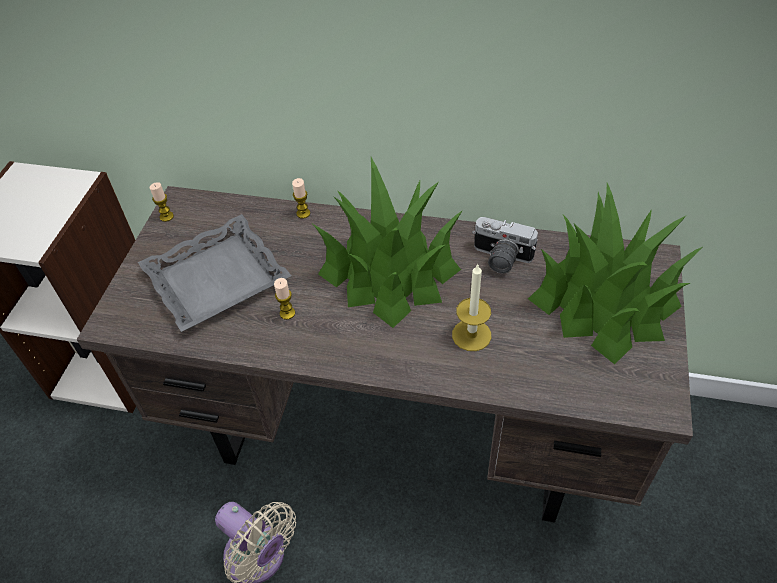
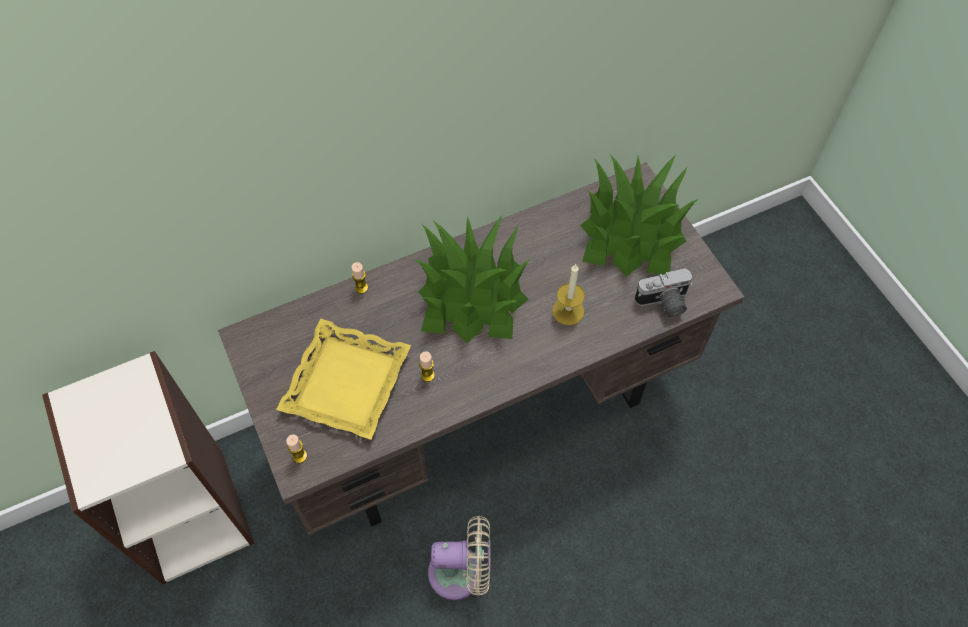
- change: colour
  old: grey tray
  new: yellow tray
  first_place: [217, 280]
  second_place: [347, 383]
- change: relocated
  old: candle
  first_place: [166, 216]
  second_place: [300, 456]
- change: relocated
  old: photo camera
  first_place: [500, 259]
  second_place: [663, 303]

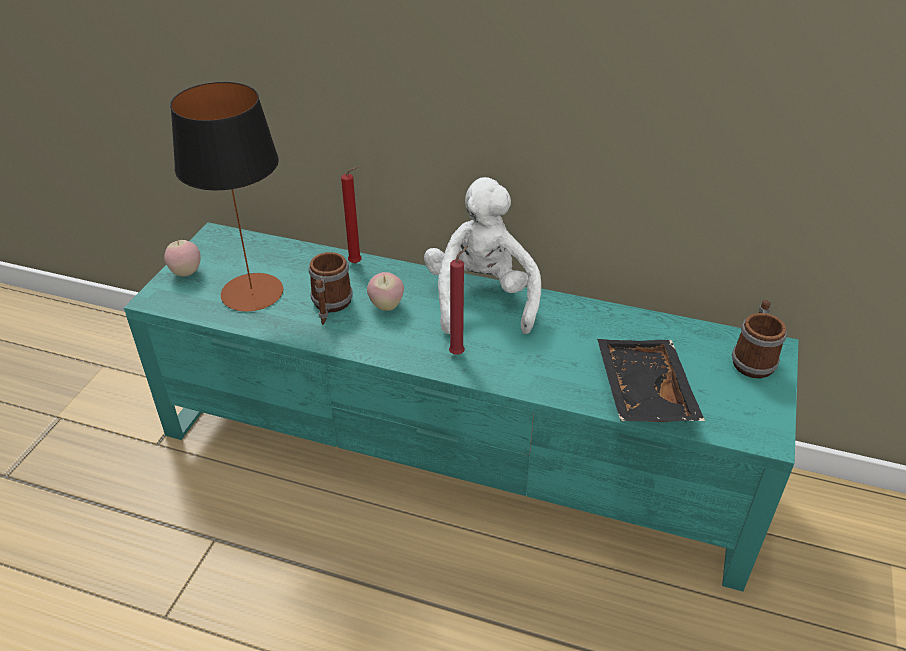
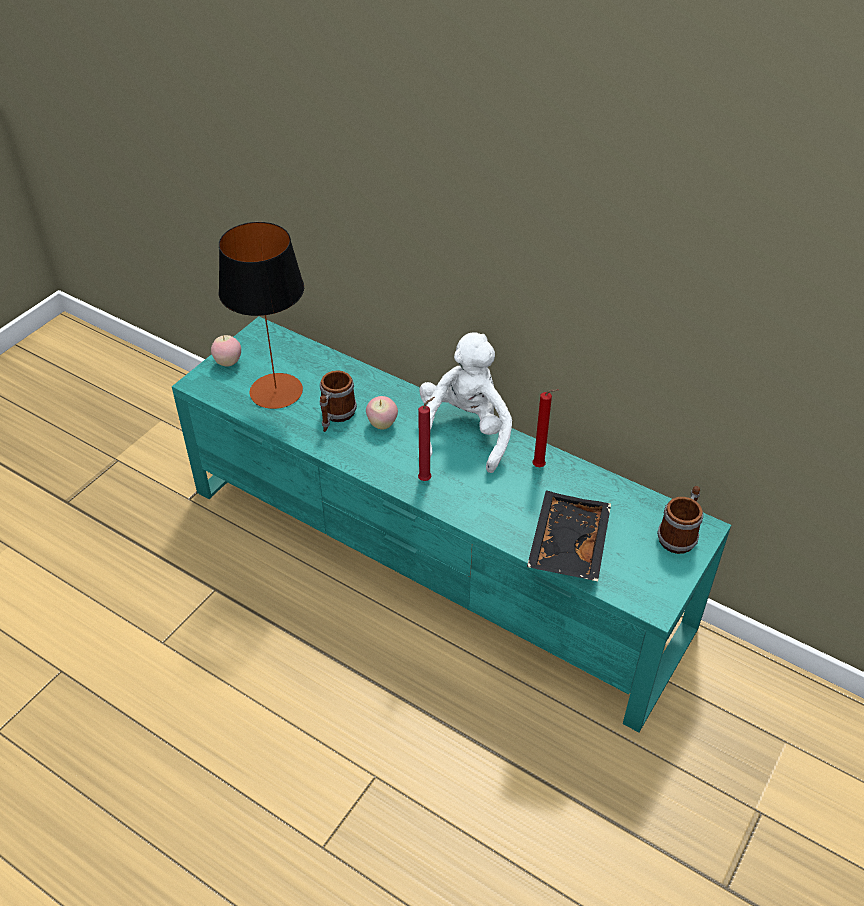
- change: relocated
  old: red candle
  first_place: [357, 263]
  second_place: [540, 467]

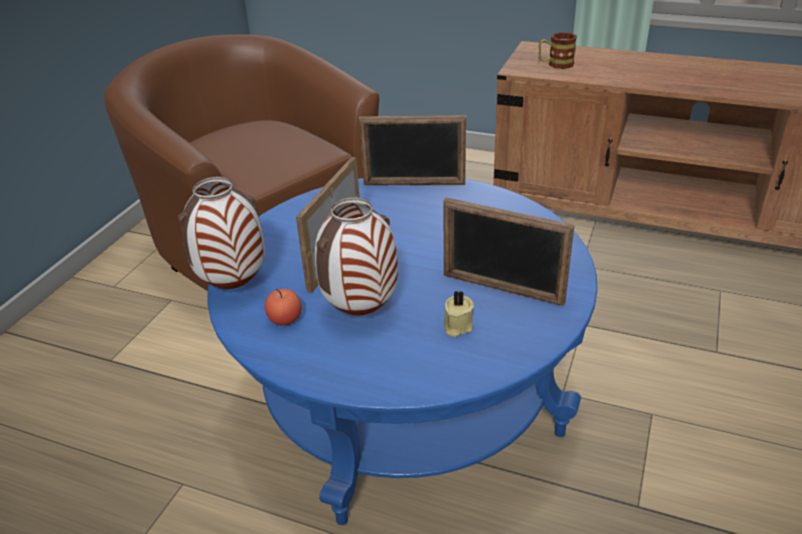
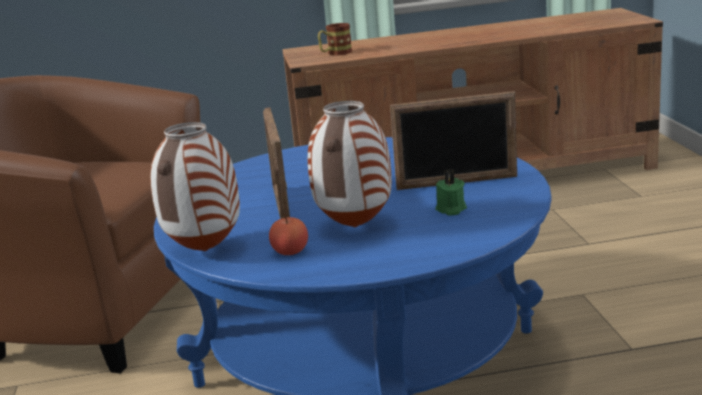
- change: colour
  old: beige candle
  new: green candle
  first_place: [457, 326]
  second_place: [450, 209]
- change: missing
  old: picture frame
  first_place: [414, 184]

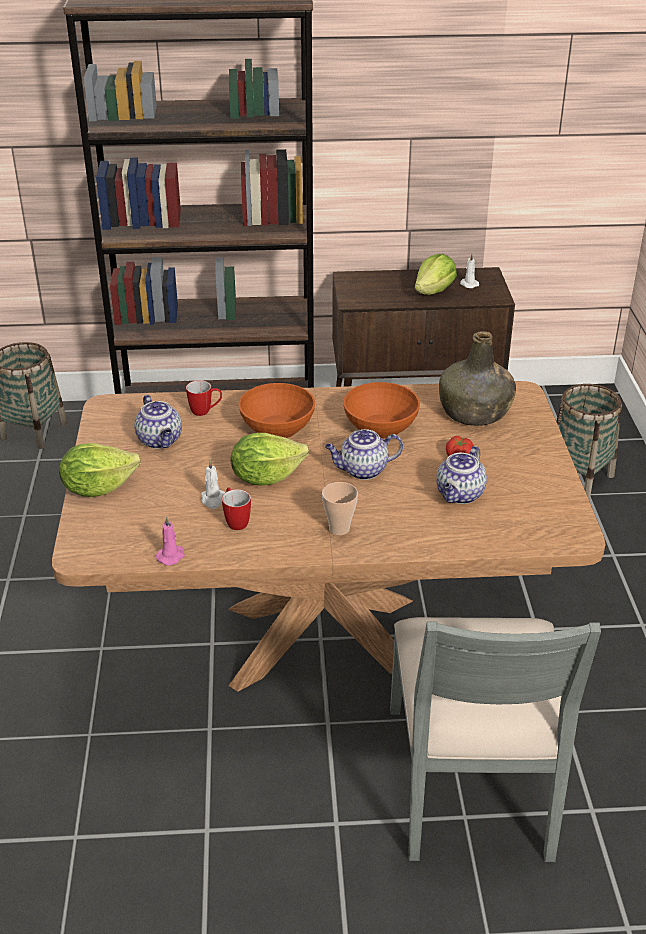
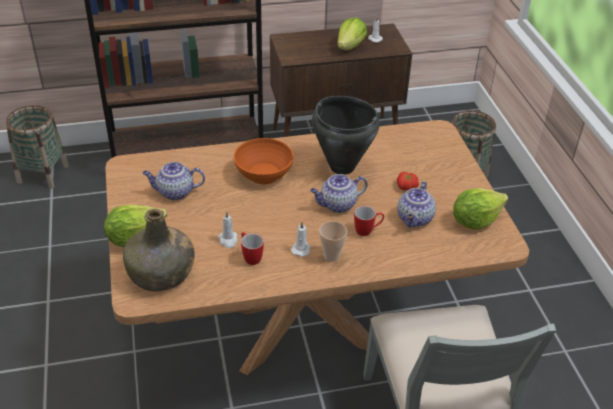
- change: relocated
  old: green bottle
  first_place: [475, 412]
  second_place: [161, 274]
- change: spun
  old: teapot
  first_place: [160, 440]
  second_place: [174, 192]
  degrees: 120
- change: appeared
  new: white candle
  second_place: [301, 249]
- change: exchanged
  old: orange bowl
  new: black cooking pot
  first_place: [380, 426]
  second_place: [342, 166]
- change: relocated
  old: mug
  first_place: [205, 411]
  second_place: [367, 231]
- change: relocated
  old: lettuce
  first_place: [266, 477]
  second_place: [475, 221]
- change: missing
  old: pink candle
  first_place: [171, 556]

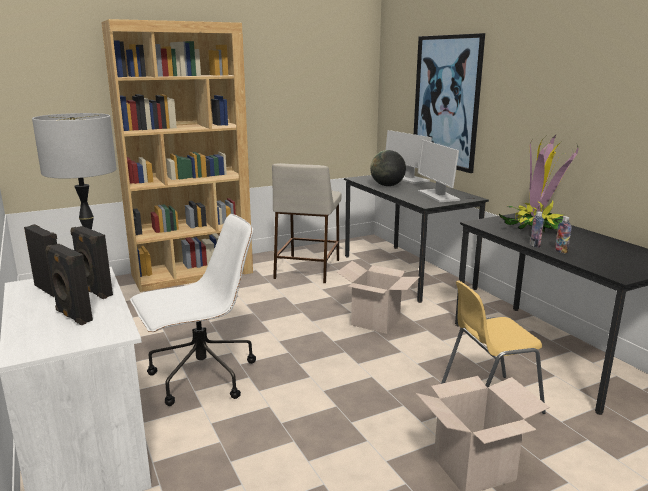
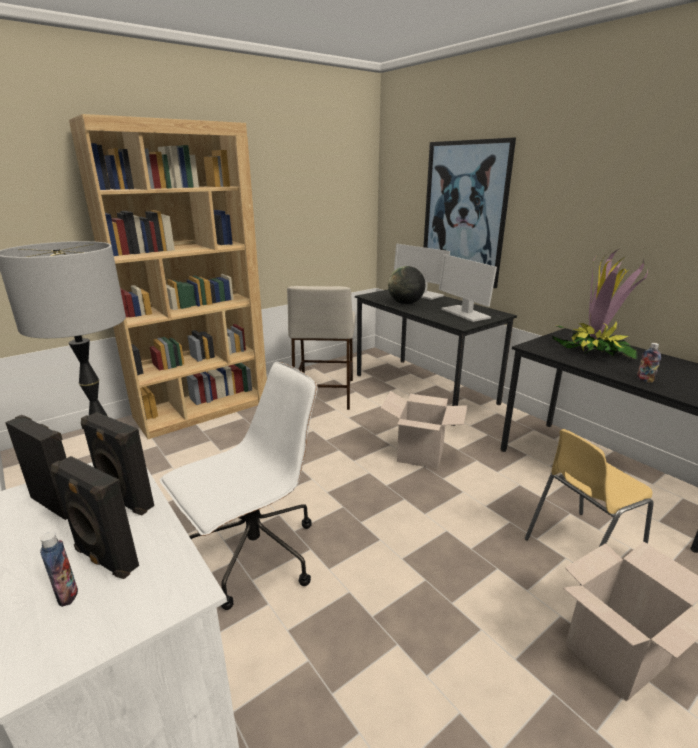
- change: relocated
  old: bottle
  first_place: [535, 245]
  second_place: [67, 595]

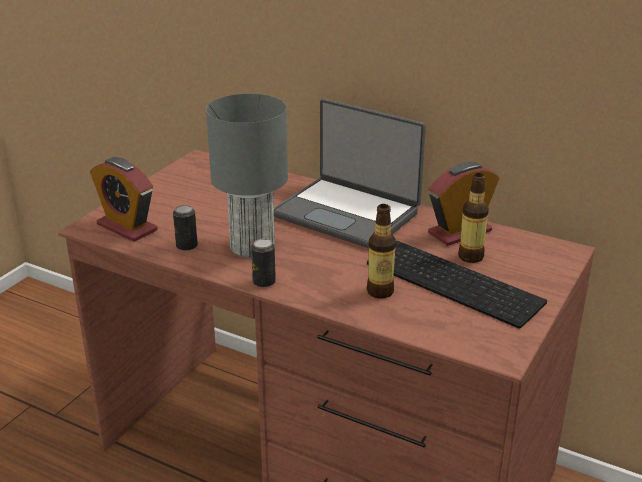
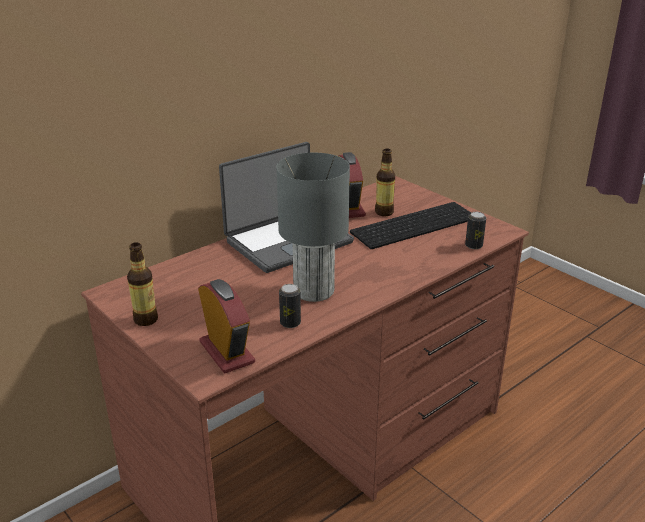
- change: relocated
  old: bottle
  first_place: [380, 292]
  second_place: [146, 319]
- change: spun
  old: alarm clock
  first_place: [127, 227]
  second_place: [227, 352]
  degrees: -90
- change: relocated
  old: can
  first_place: [264, 282]
  second_place: [473, 245]

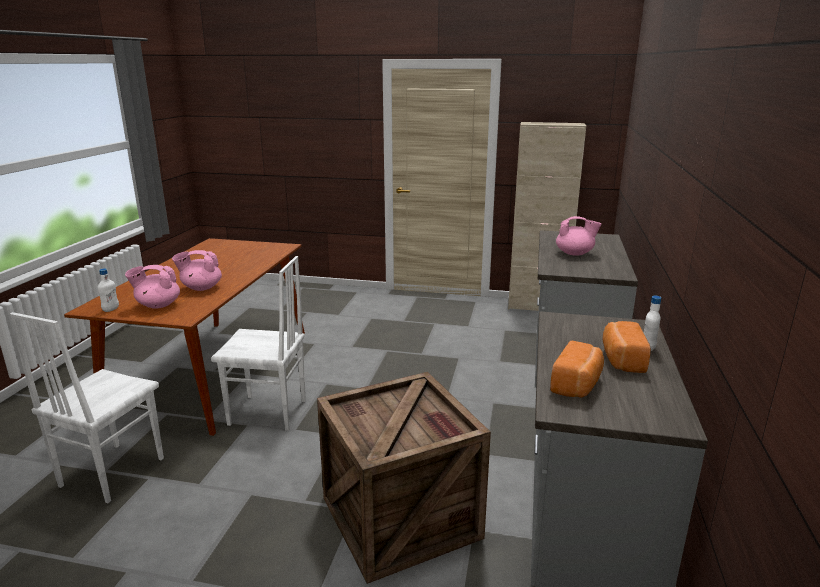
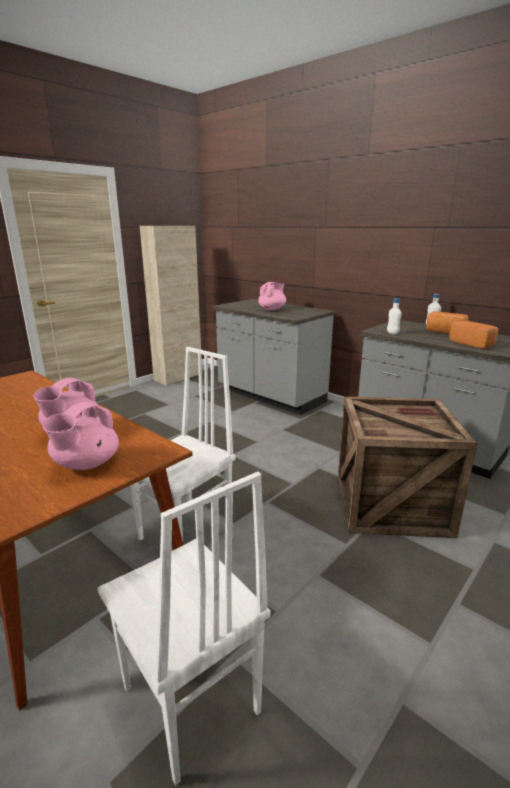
- change: relocated
  old: white bottle
  first_place: [111, 309]
  second_place: [392, 333]

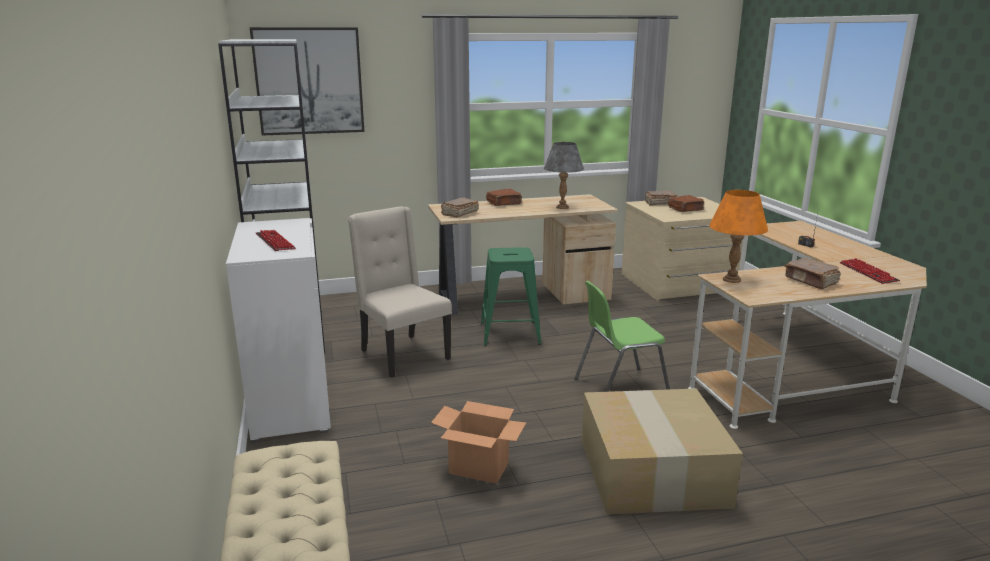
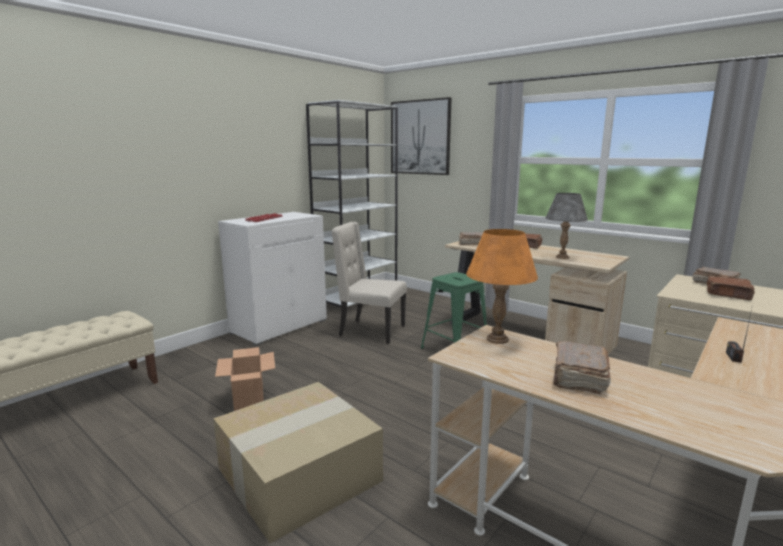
- change: spun
  old: beige chair
  first_place: [402, 355]
  second_place: [370, 331]
  degrees: -90
- change: missing
  old: green chair
  first_place: [619, 387]
- change: missing
  old: keyboard
  first_place: [868, 272]

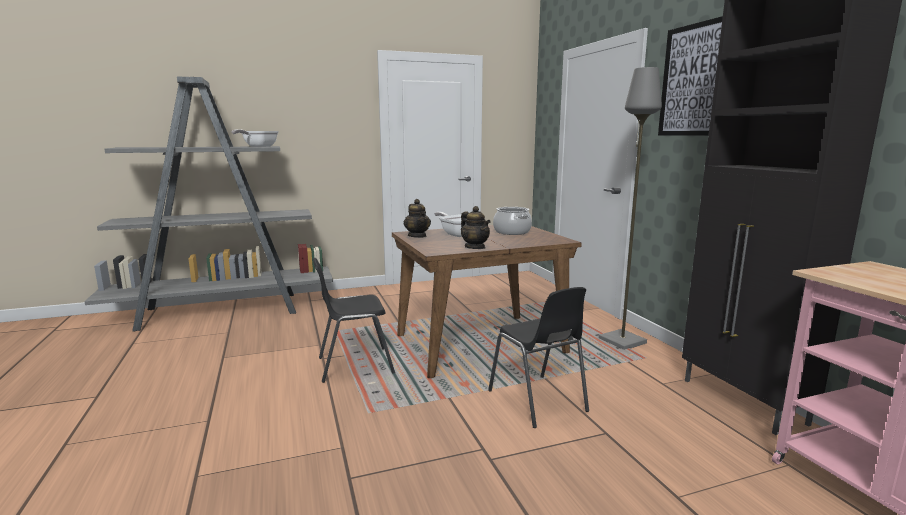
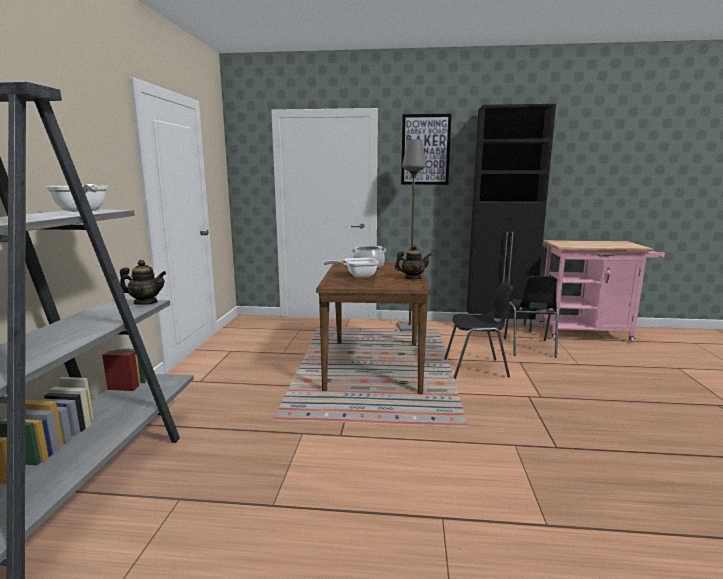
- change: relocated
  old: teapot
  first_place: [417, 236]
  second_place: [146, 303]
- change: relocated
  old: black chair
  first_place: [354, 365]
  second_place: [529, 348]

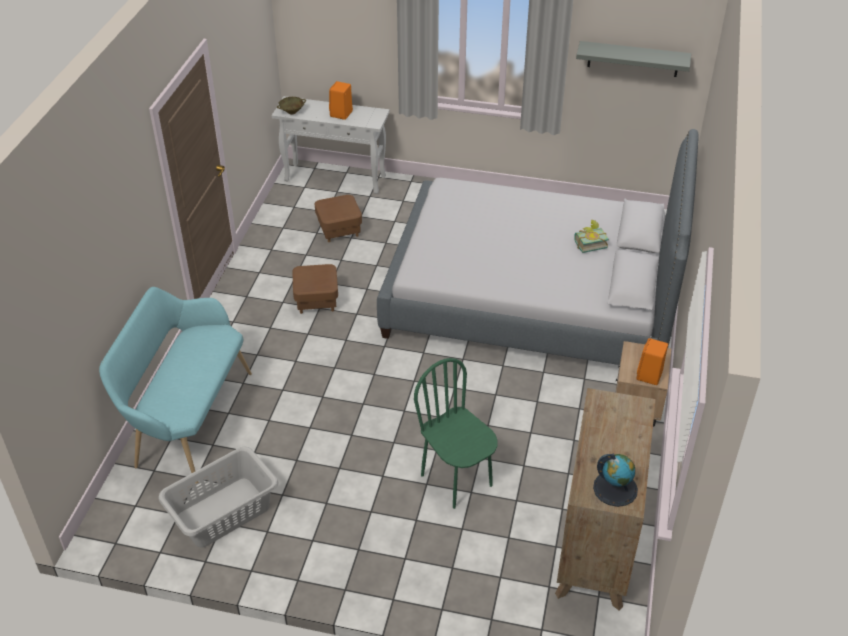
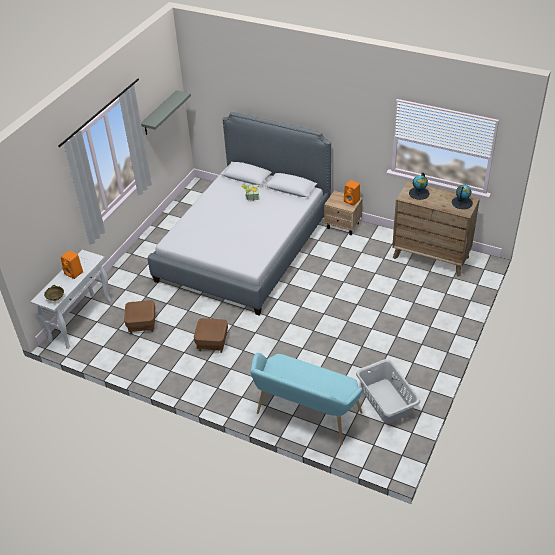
- change: appeared
  new: globe
  second_place: [419, 193]
- change: missing
  old: green chair
  first_place: [457, 480]

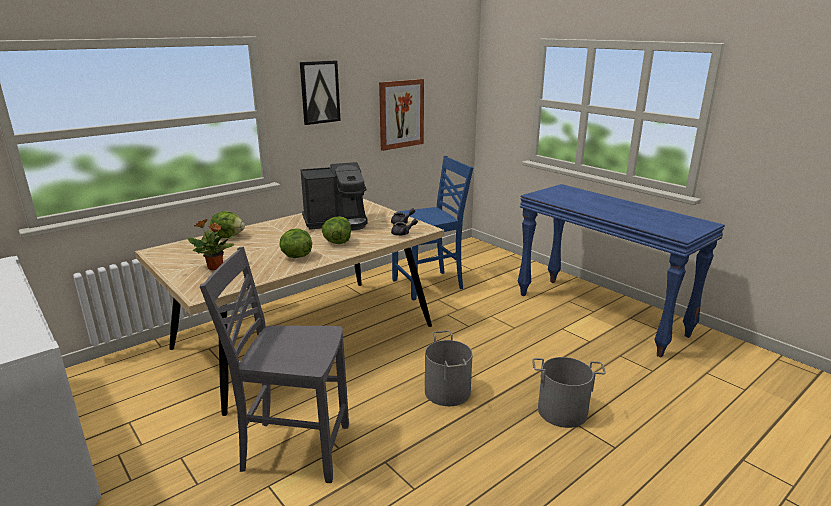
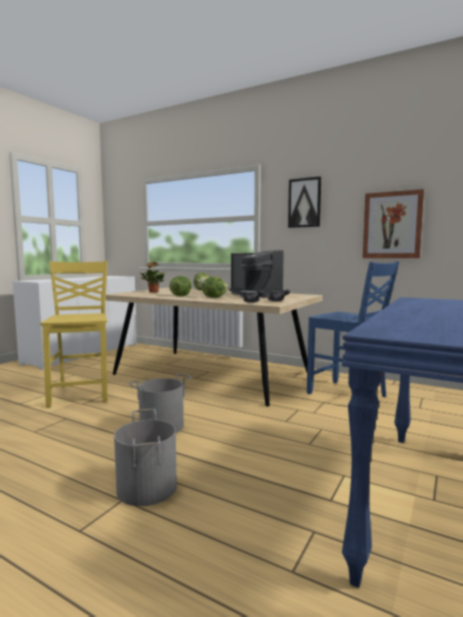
- change: colour
  old: grey chair
  new: yellow chair
  first_place: [294, 448]
  second_place: [82, 393]

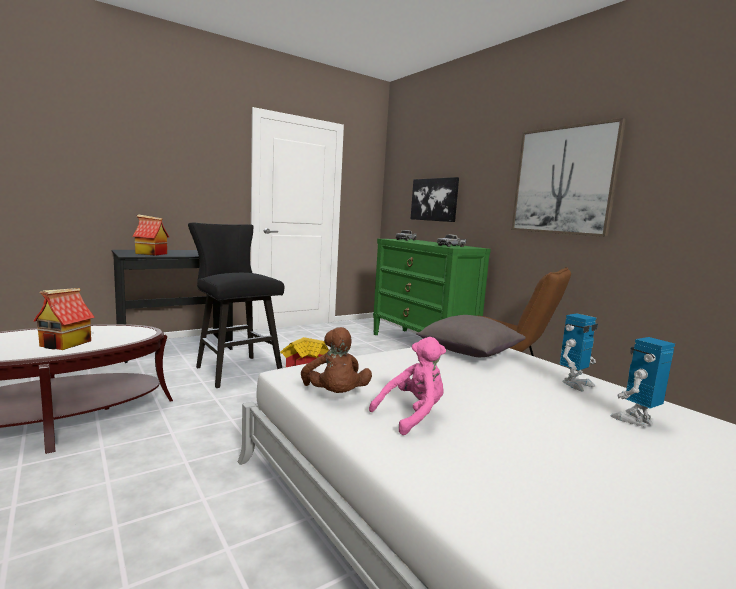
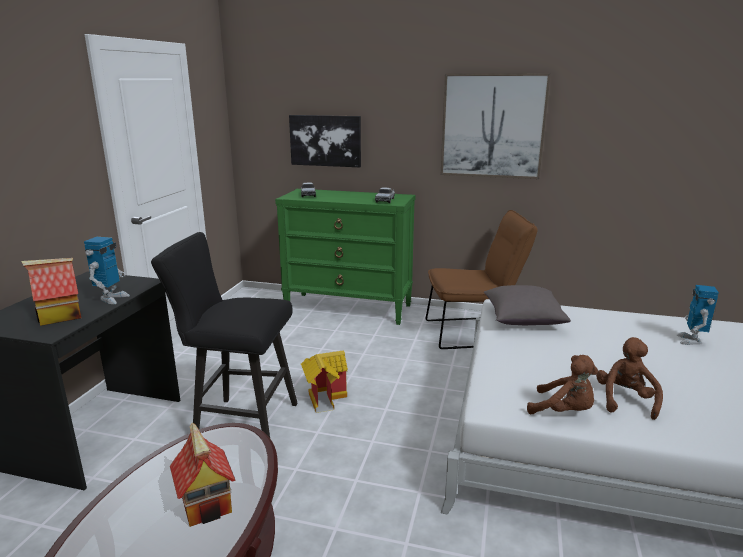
- change: relocated
  old: toy robot
  first_place: [574, 384]
  second_place: [111, 298]
- change: colour
  old: pink plush toy
  new: brown plush toy
  first_place: [412, 415]
  second_place: [625, 400]

